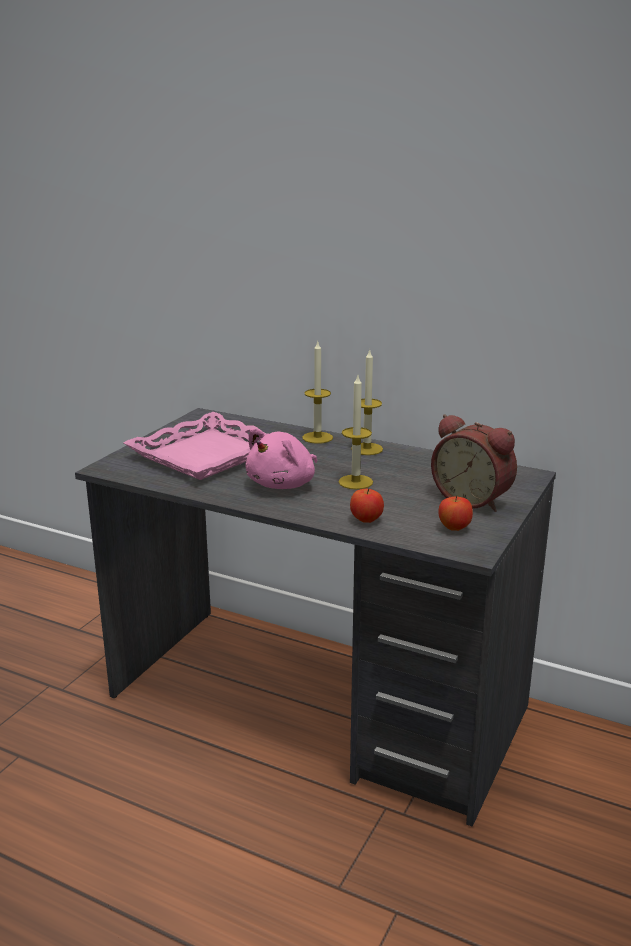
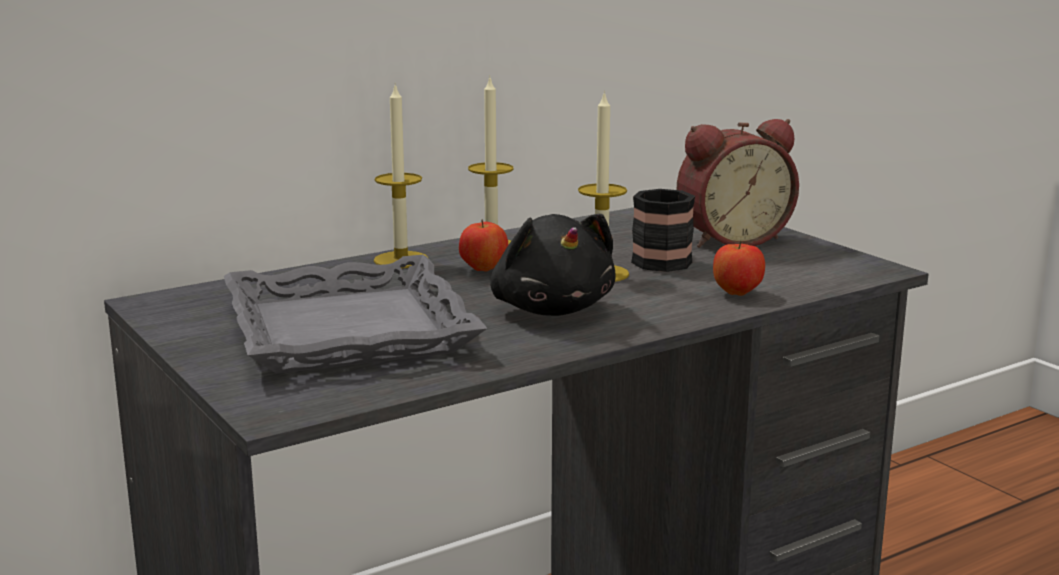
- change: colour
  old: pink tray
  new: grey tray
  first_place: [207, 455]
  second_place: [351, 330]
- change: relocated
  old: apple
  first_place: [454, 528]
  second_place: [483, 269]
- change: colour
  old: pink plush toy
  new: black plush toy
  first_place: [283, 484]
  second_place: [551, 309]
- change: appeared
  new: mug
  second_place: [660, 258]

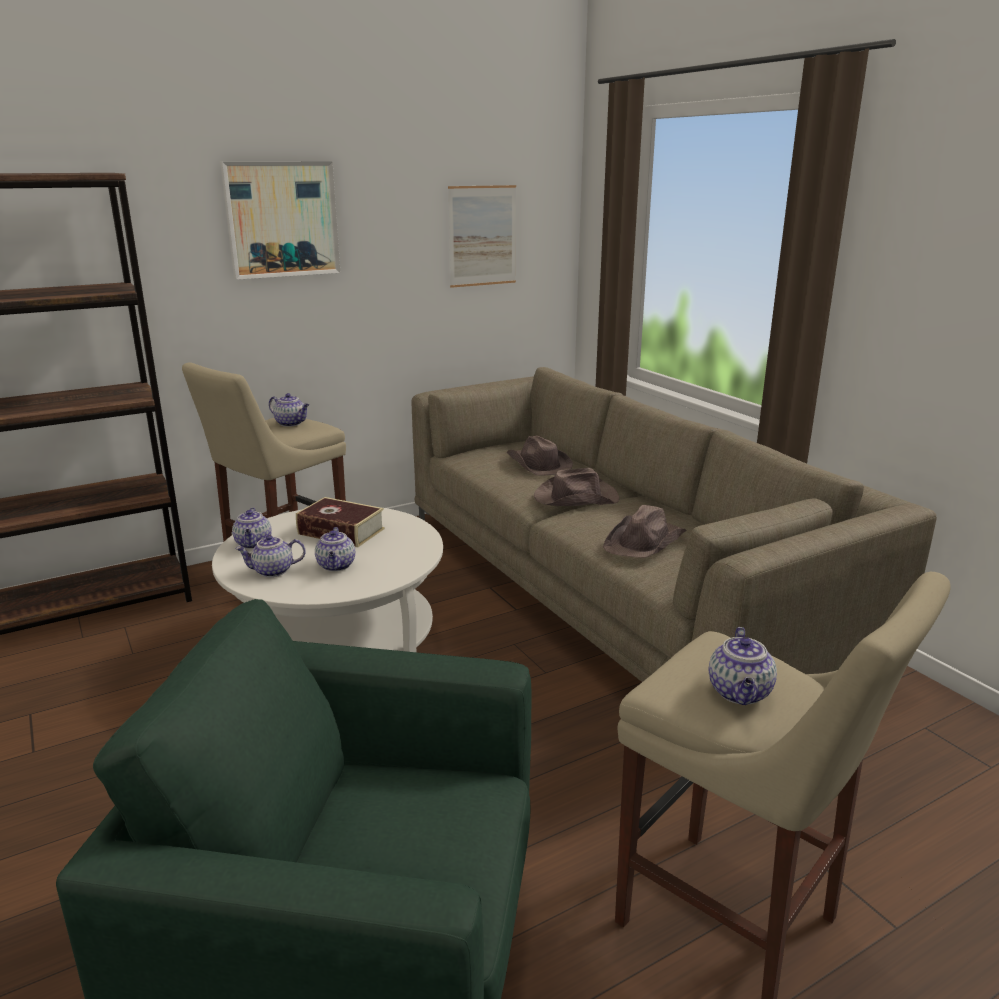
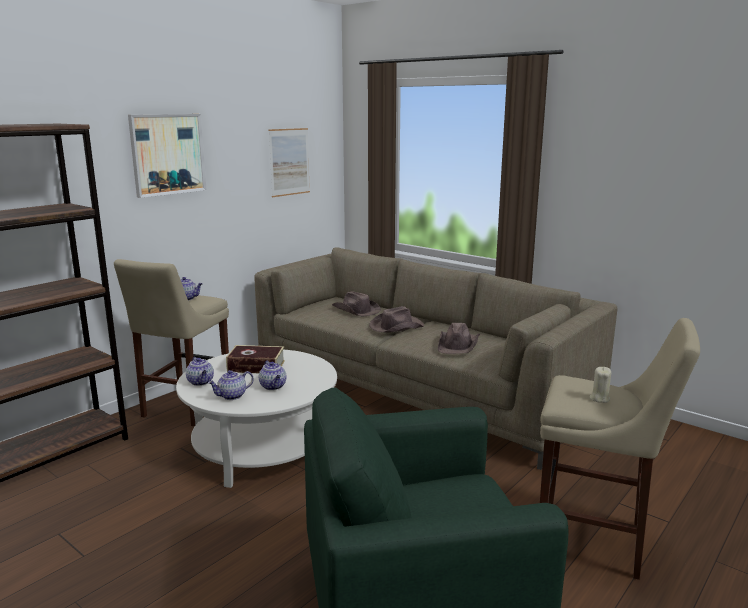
- change: exchanged
  old: teapot
  new: beige candle
  first_place: [740, 693]
  second_place: [599, 398]

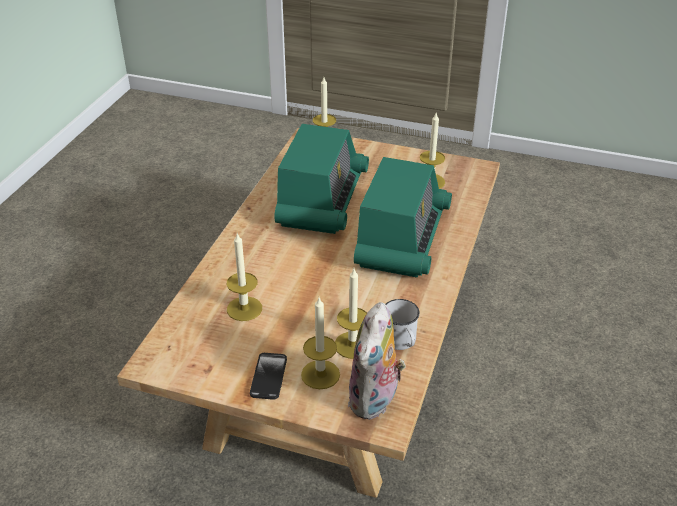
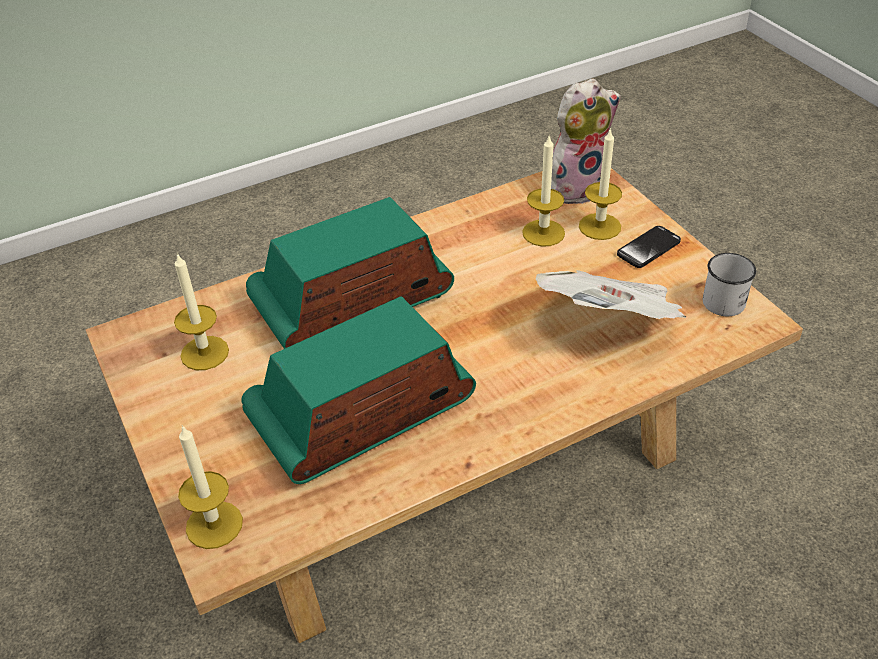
- change: exchanged
  old: candle
  new: newspaper
  first_place: [244, 308]
  second_place: [612, 322]
- change: relocated
  old: white mug
  first_place: [401, 342]
  second_place: [725, 298]

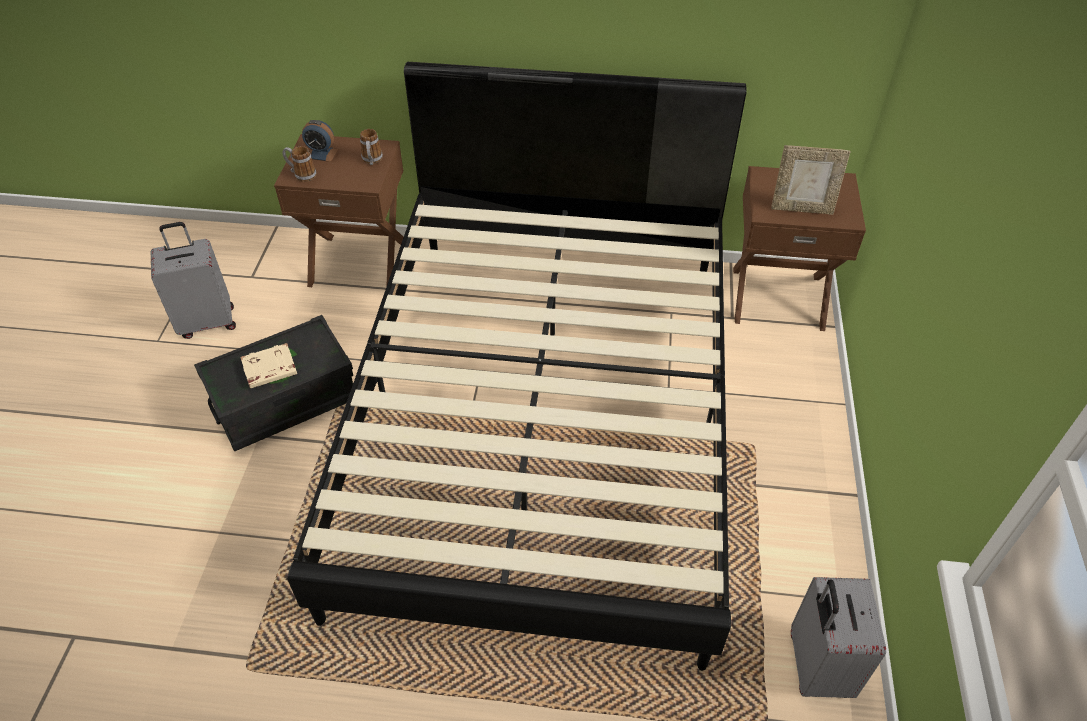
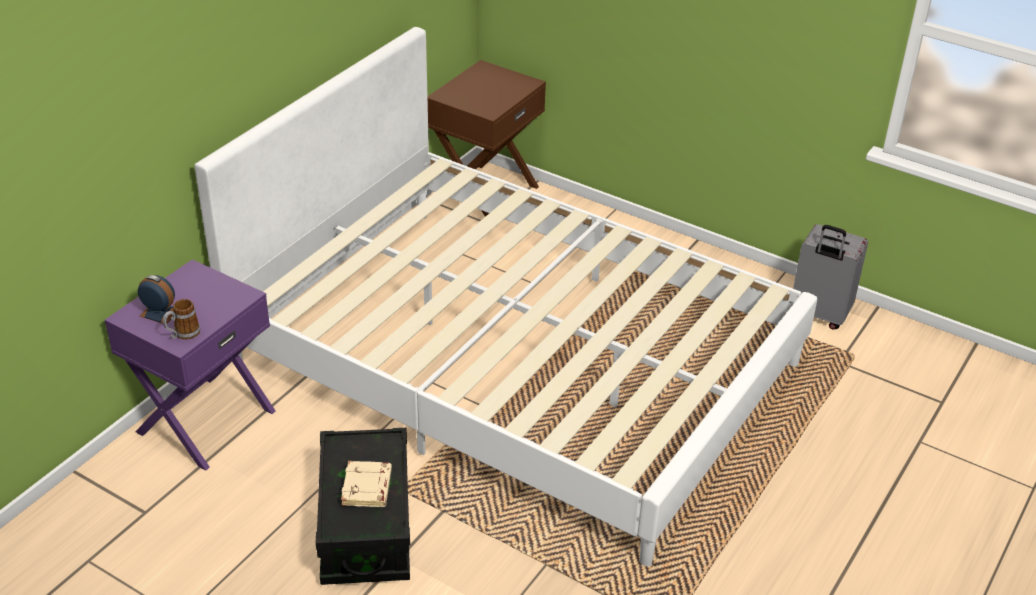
- change: colour
  old: brown nightstand
  new: purple nightstand
  first_place: [359, 262]
  second_place: [204, 420]
- change: spun
  old: alarm clock
  first_place: [322, 154]
  second_place: [160, 313]
  degrees: -105
- change: colour
  old: black bed
  new: white bed
  first_place: [544, 416]
  second_place: [516, 361]
- change: missing
  old: grey suitcase
  first_place: [207, 322]
- change: missing
  old: mug
  first_place: [372, 161]
- change: missing
  old: picture frame
  first_place: [801, 208]

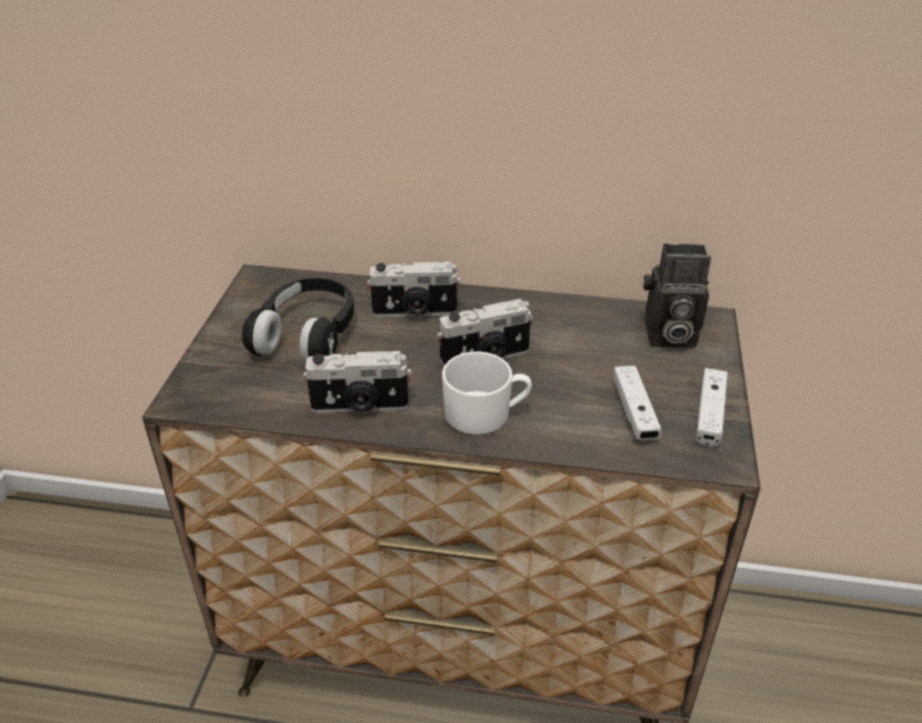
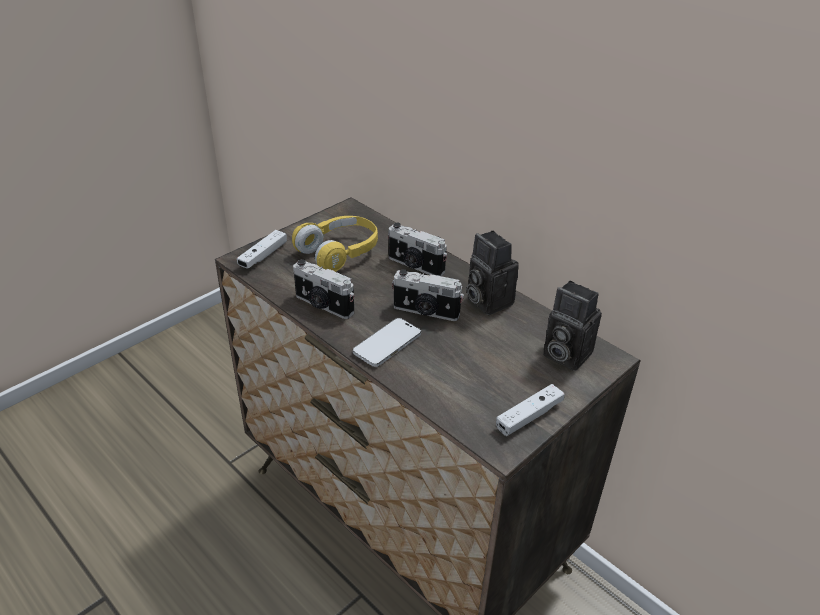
- change: relocated
  old: white game controller
  first_place: [634, 411]
  second_place: [263, 256]
- change: colour
  old: black headphones
  new: yellow headphones
  first_place: [307, 335]
  second_place: [339, 252]
- change: exchanged
  old: white mug
  new: phone
  first_place: [486, 414]
  second_place: [387, 344]
- change: appeared
  new: photo camera
  second_place: [486, 300]

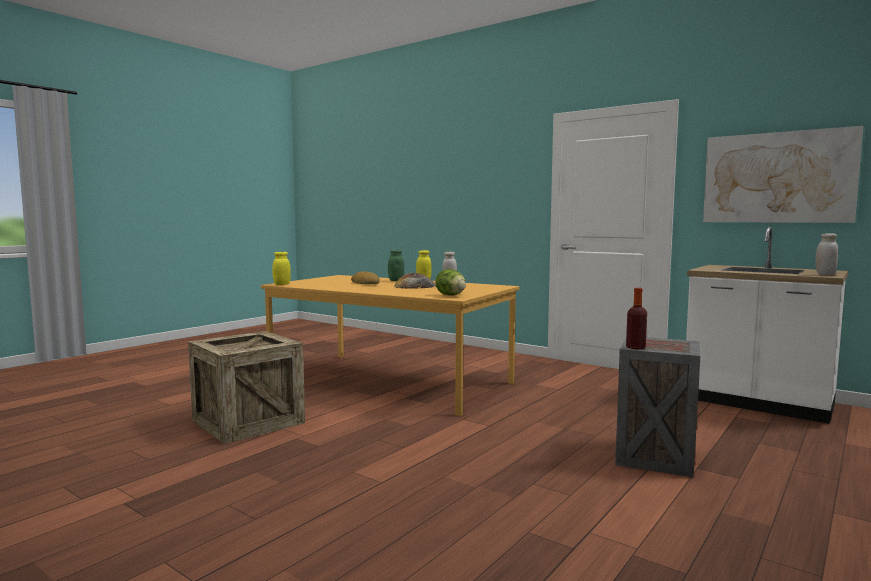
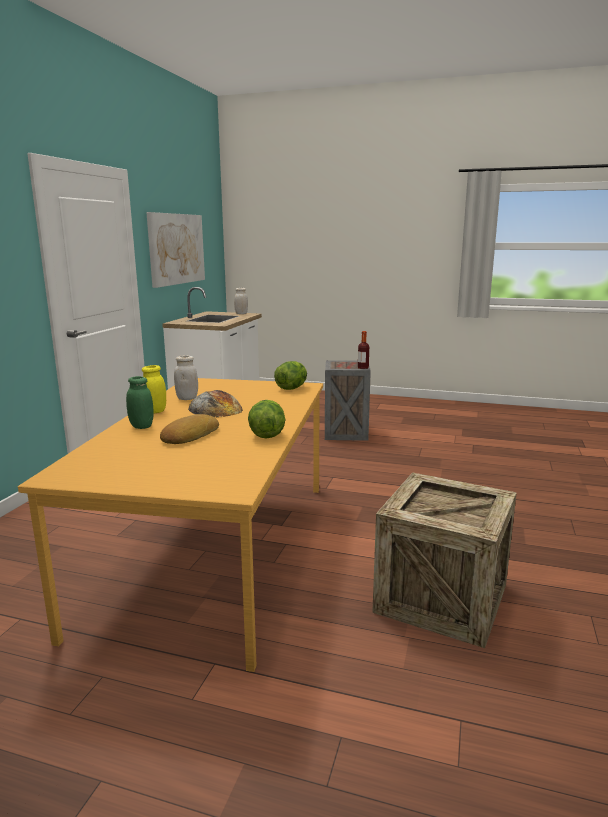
- change: appeared
  new: lettuce
  second_place: [266, 435]
- change: missing
  old: yellow jar
  first_place: [282, 284]

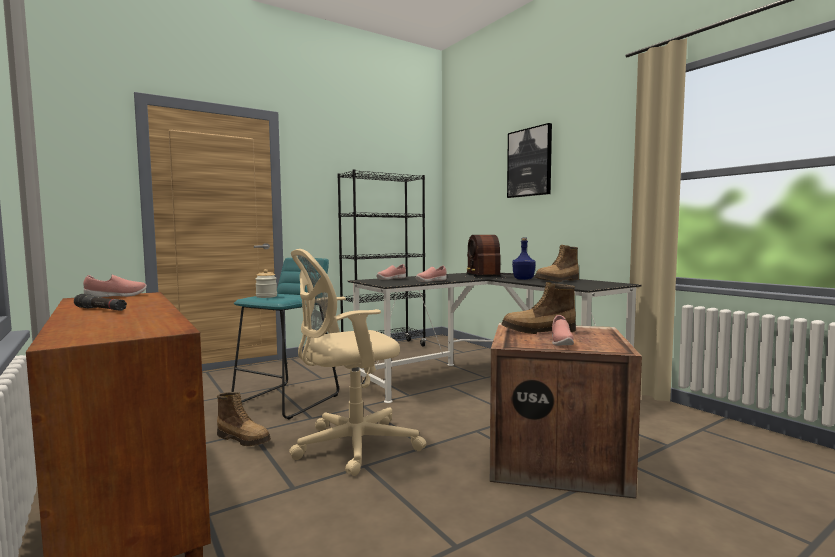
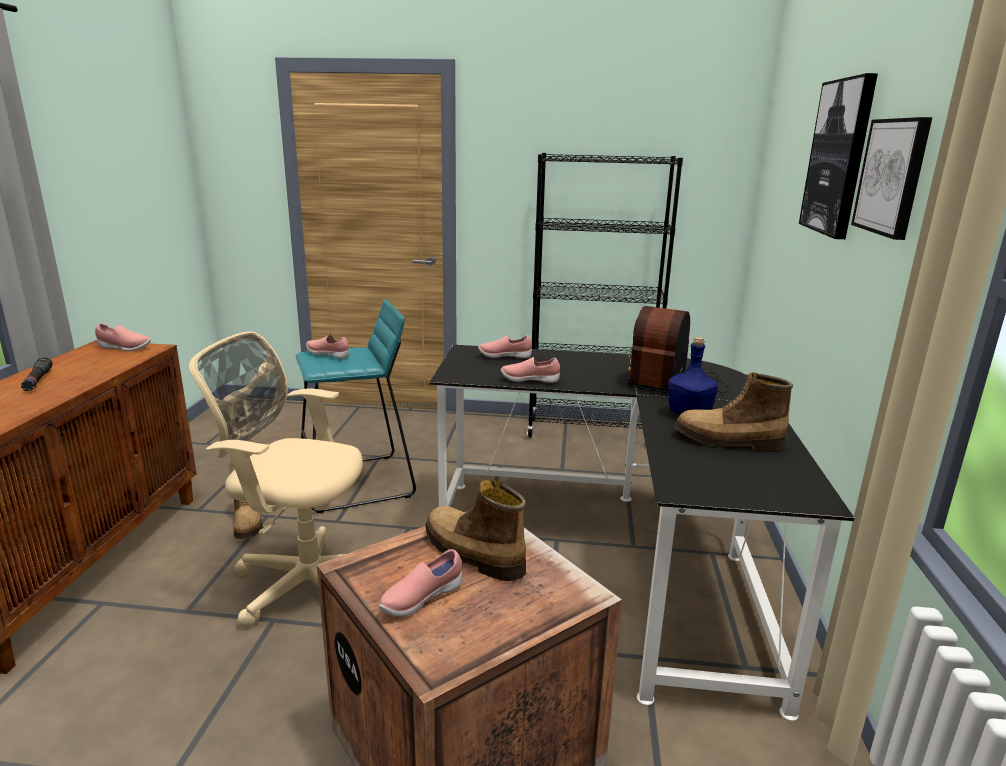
- change: exchanged
  old: jar
  new: pink shoe
  first_place: [266, 296]
  second_place: [328, 355]
- change: appeared
  new: picture
  second_place: [892, 176]

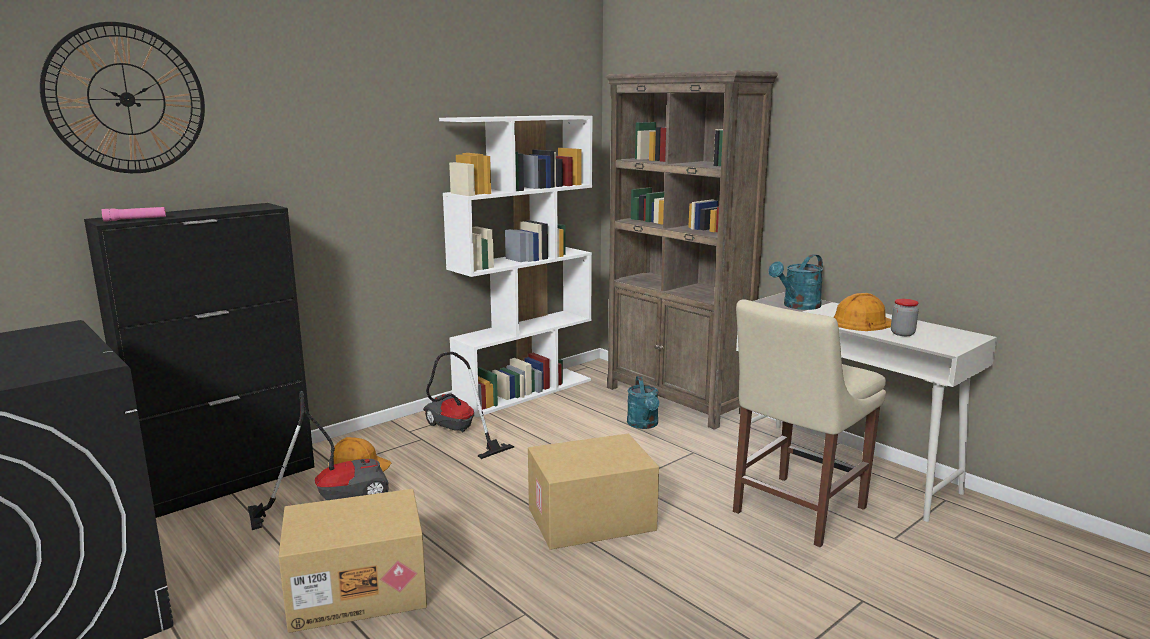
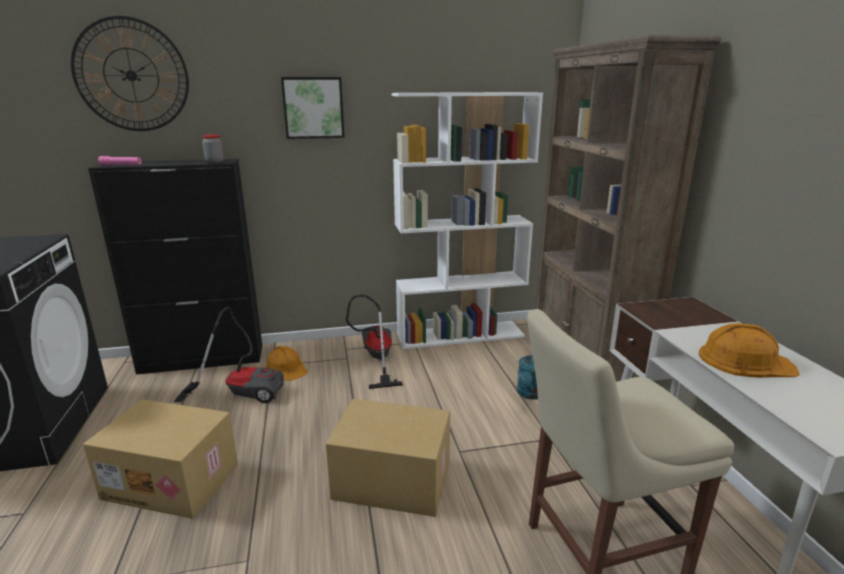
- change: relocated
  old: jar
  first_place: [902, 333]
  second_place: [214, 162]
- change: appeared
  new: picture
  second_place: [313, 108]
- change: missing
  old: turquoise watering can
  first_place: [797, 306]

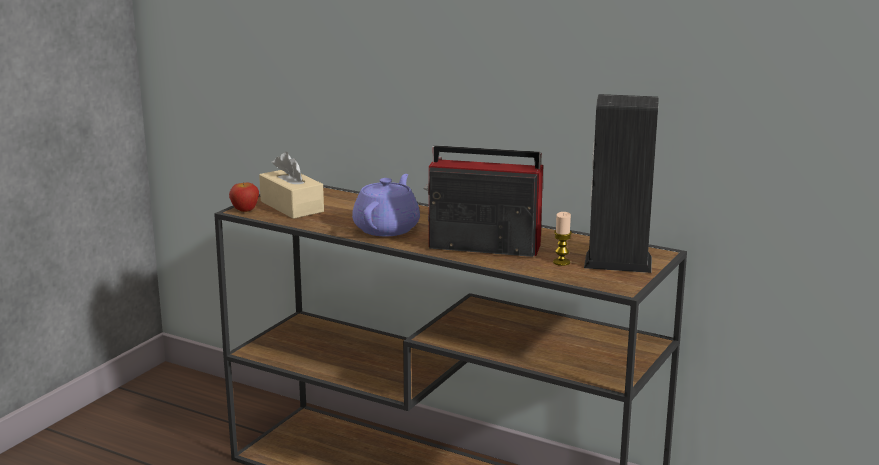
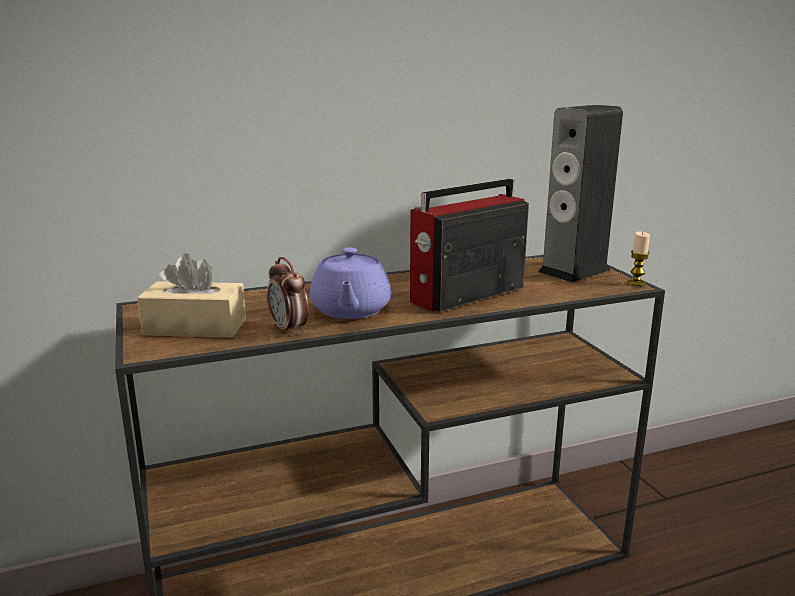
- change: appeared
  new: alarm clock
  second_place: [289, 330]
- change: spun
  old: purple teapot
  first_place: [387, 228]
  second_place: [350, 310]
  degrees: -150
- change: relocated
  old: candle
  first_place: [561, 262]
  second_place: [636, 283]
- change: missing
  old: apple
  first_place: [245, 210]

